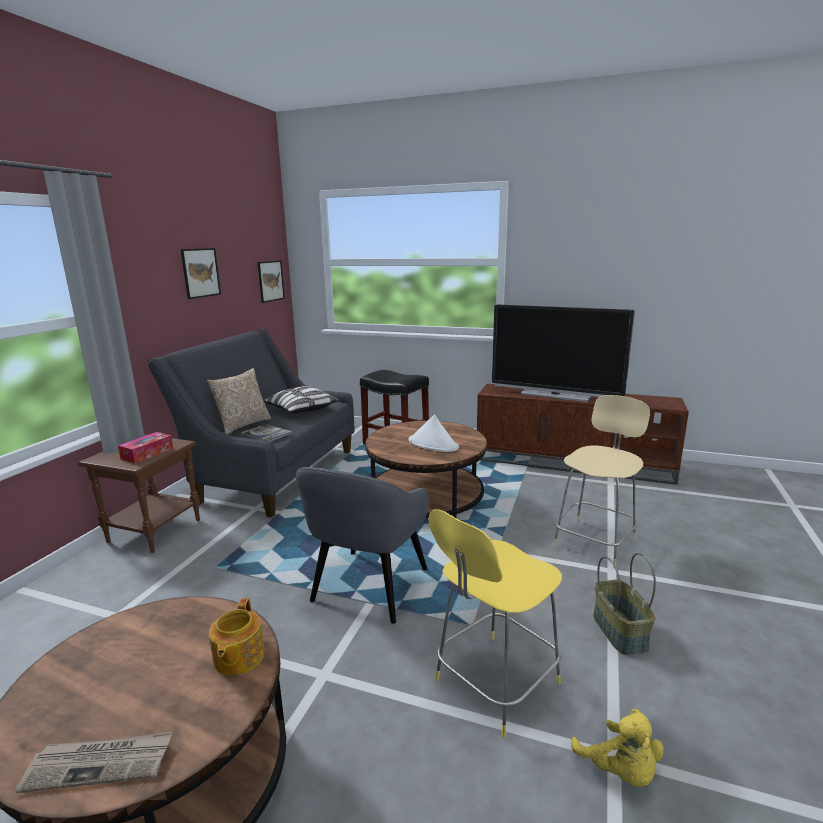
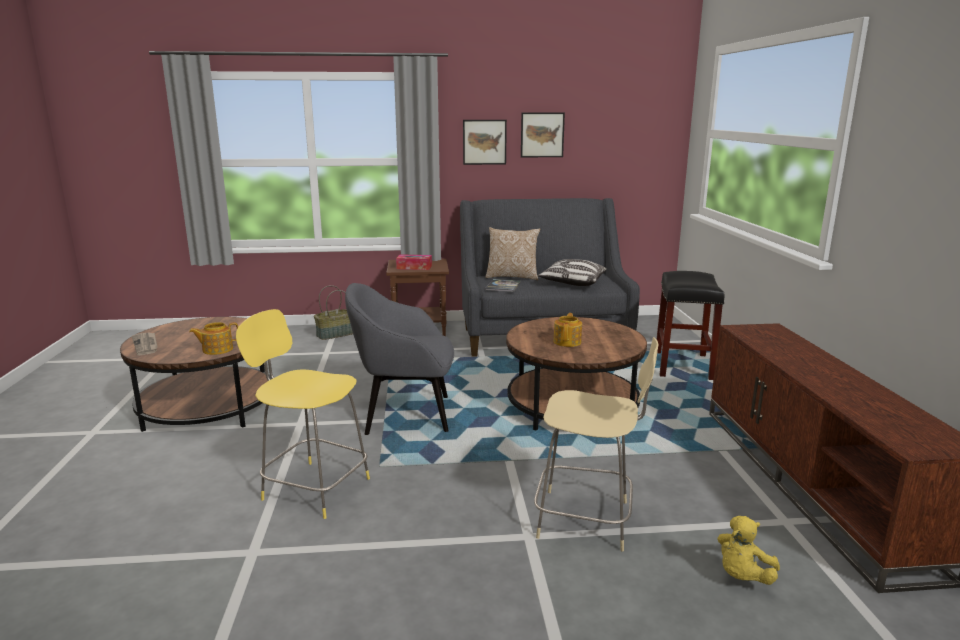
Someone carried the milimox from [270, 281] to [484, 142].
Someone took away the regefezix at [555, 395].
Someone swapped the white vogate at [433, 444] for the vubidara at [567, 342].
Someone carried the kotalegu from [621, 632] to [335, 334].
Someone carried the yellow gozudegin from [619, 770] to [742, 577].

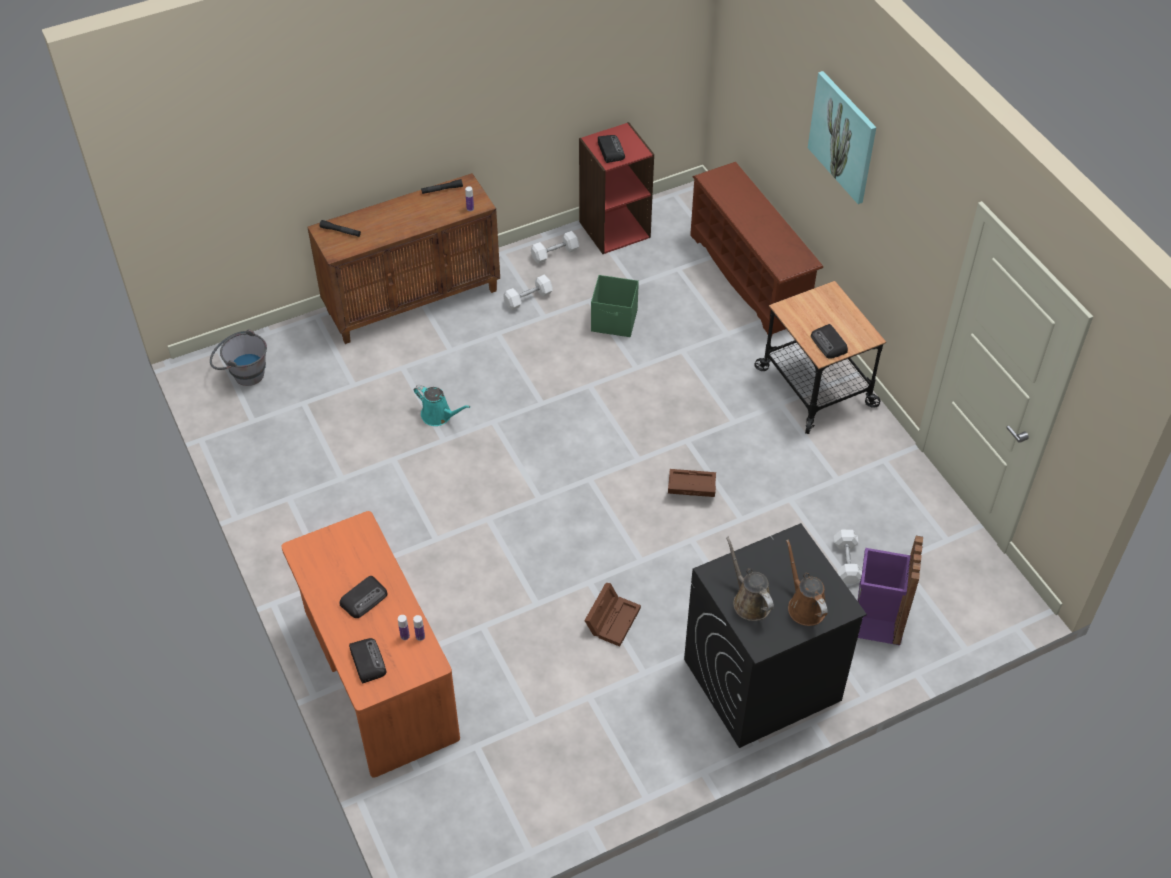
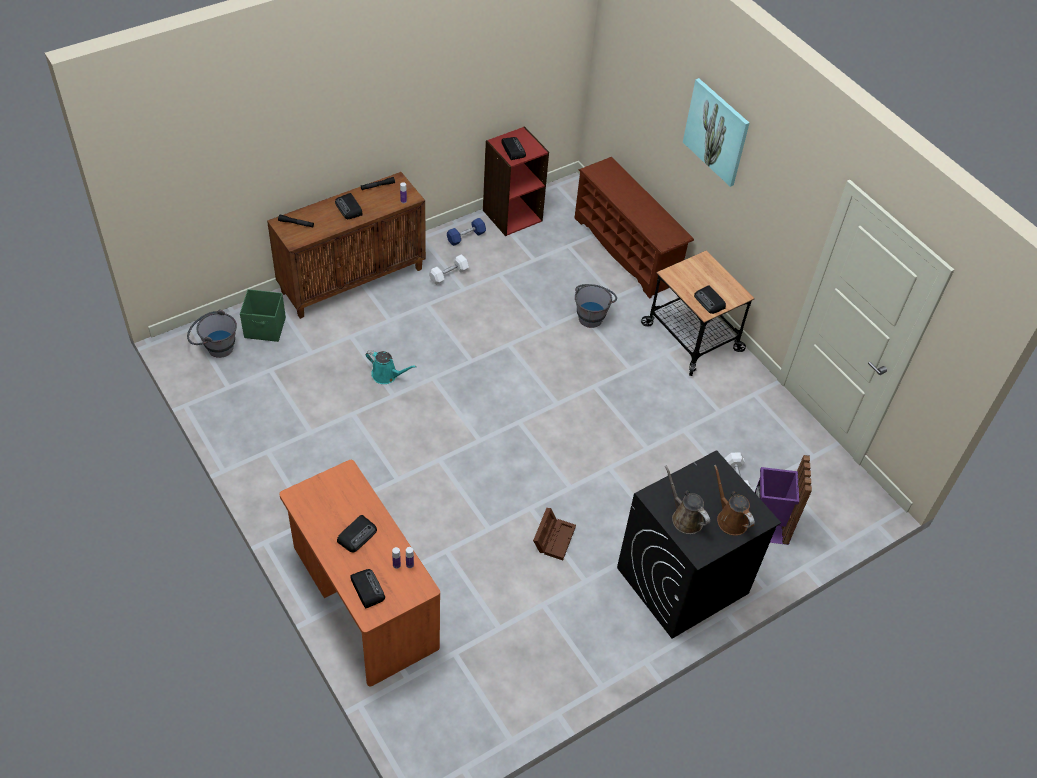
Someone repainted the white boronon at [555, 253], which became the blue boronon at [466, 237].
Someone carried the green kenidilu from [615, 321] to [265, 328].
Someone took away the brown kenidilu at [690, 488].
Someone put down the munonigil at [349, 209].
Someone put down the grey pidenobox at [592, 315].

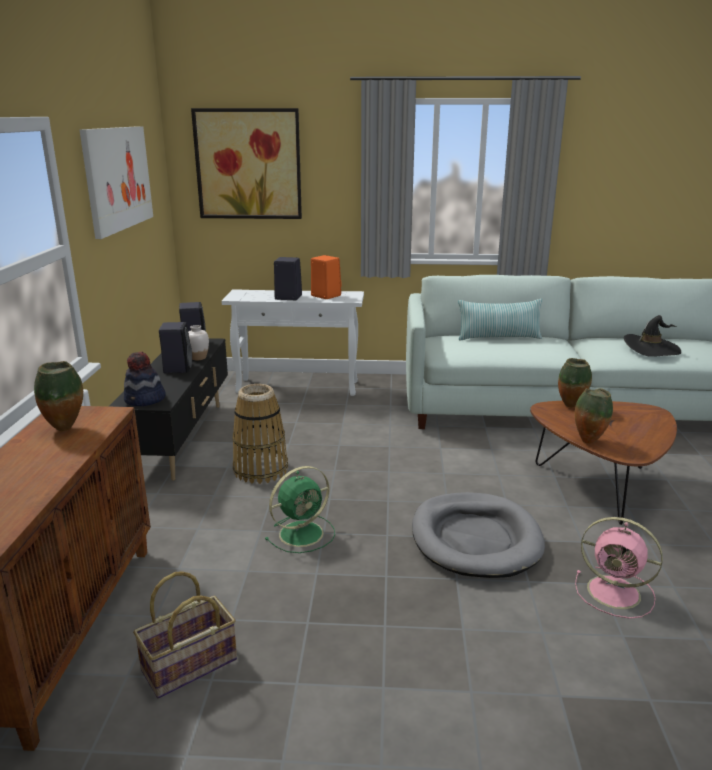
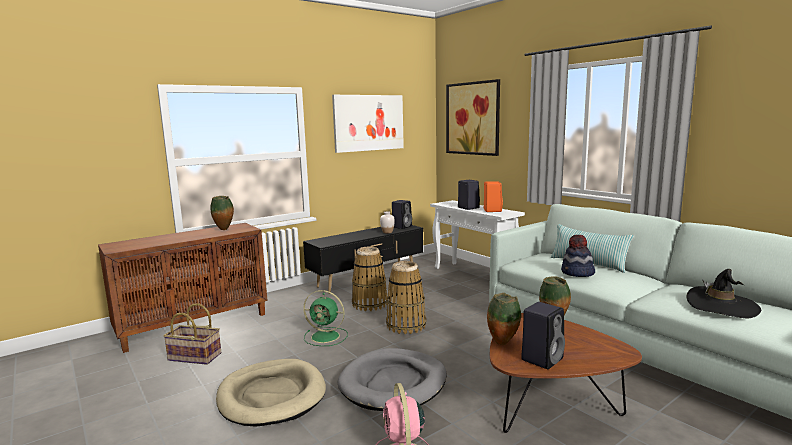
Someone carried the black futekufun from [177, 368] to [542, 359].
Someone carried the vogate from [145, 400] to [577, 273].
Someone put down the kotalegu at [406, 325].
Someone put down the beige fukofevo at [272, 396].

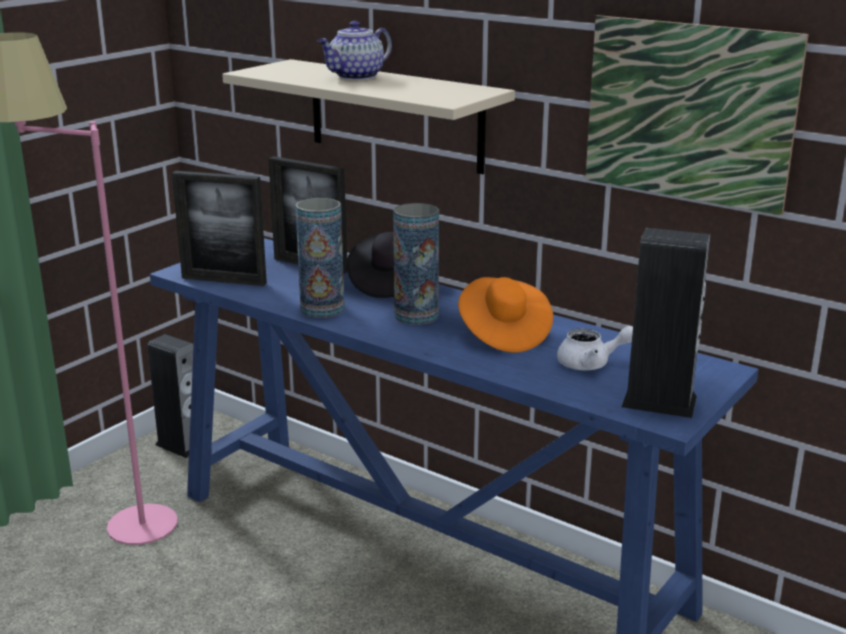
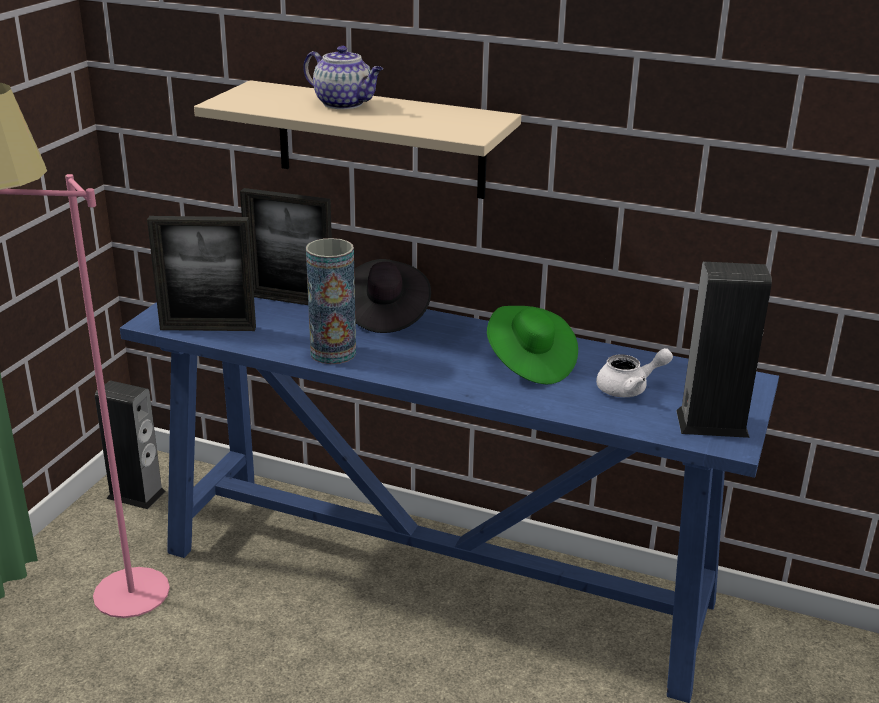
Someone took away the milimox at [688, 112].
Someone rotated the vubidara at [356, 77] by 90 degrees counterclockwise.
Someone took away the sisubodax at [416, 315].
Someone repainted the orange vogate at [503, 334], which became the green vogate at [529, 364].

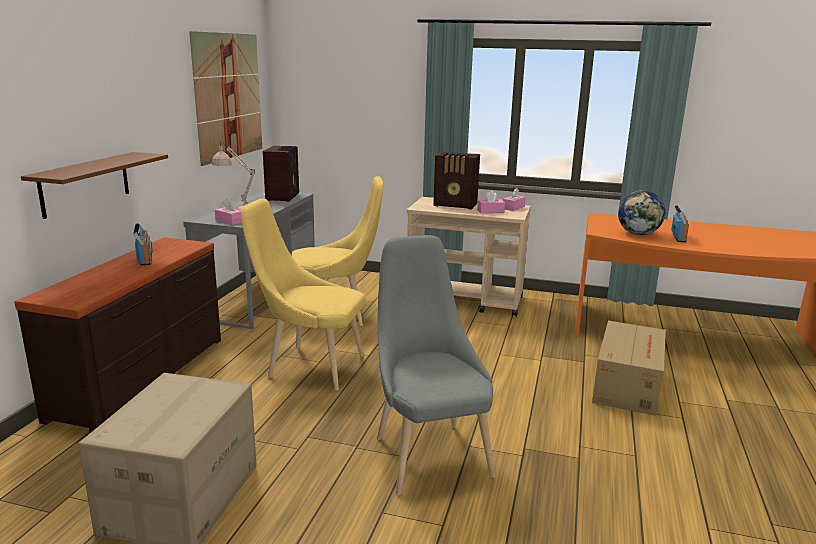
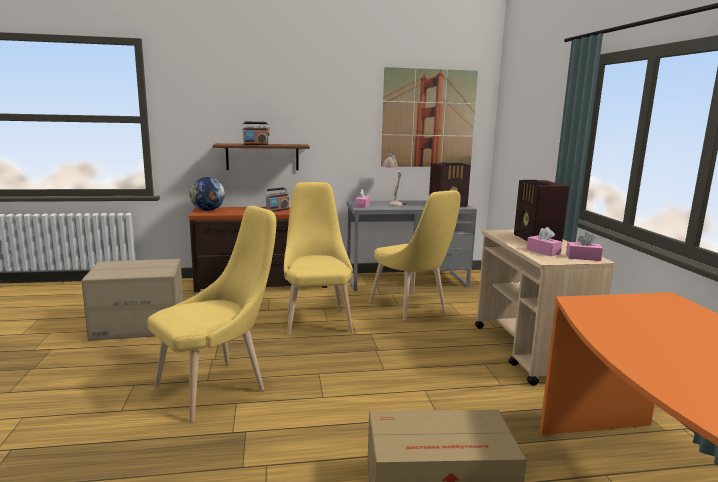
Someone carried the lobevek from [638, 234] to [208, 210].
Someone carried the munonigil from [678, 237] to [256, 144].
Someone repainted the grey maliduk at [428, 452], which became the yellow maliduk at [218, 386].

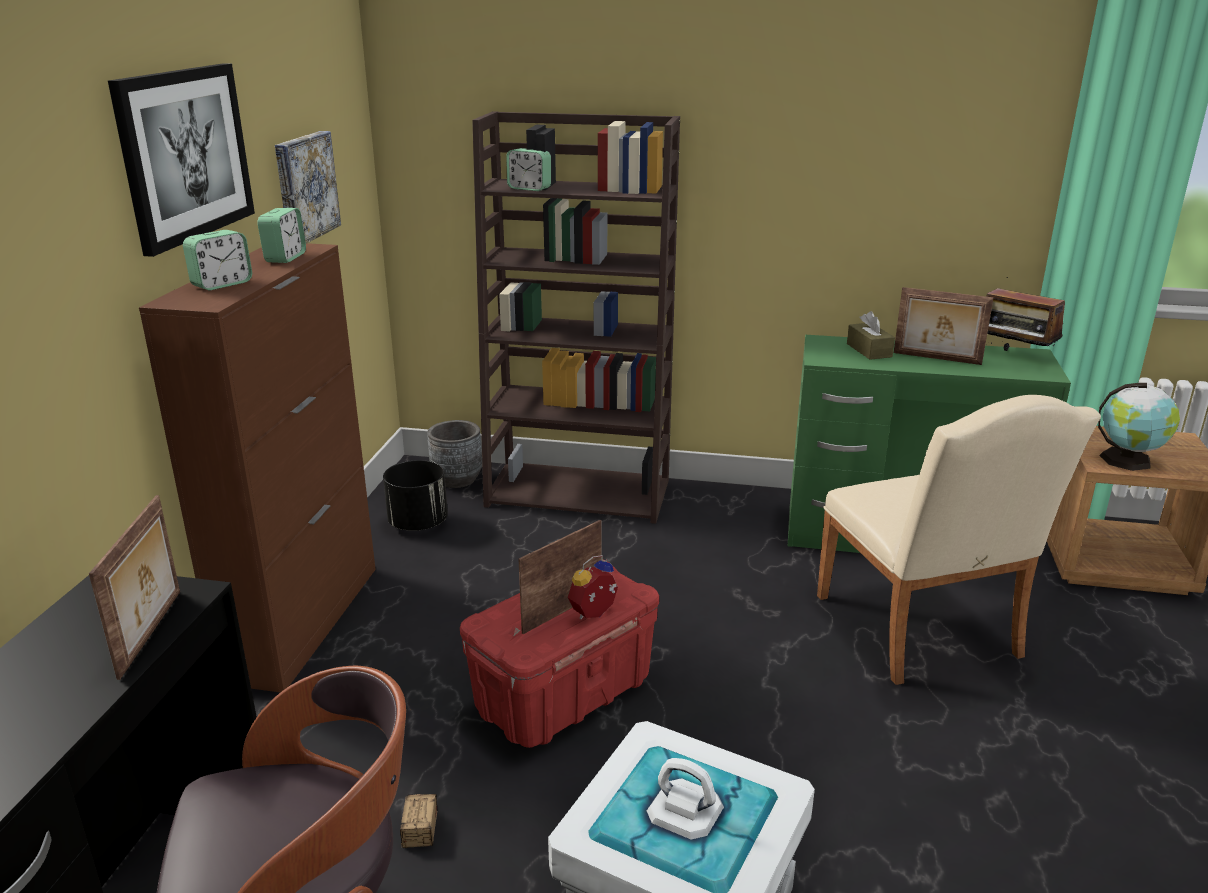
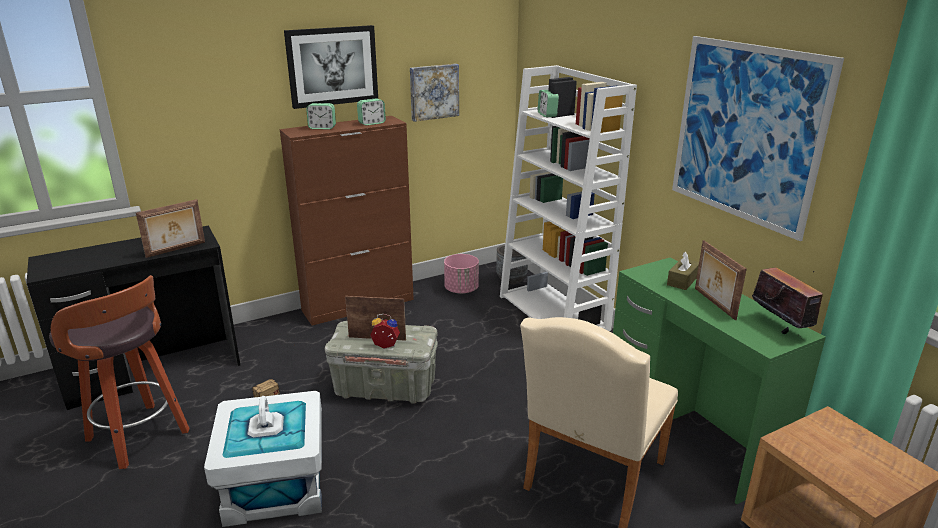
Someone repainted the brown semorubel at [580, 493], which became the white semorubel at [554, 313].
Someone rotated the munonigil at [1015, 356] by 150 degrees clockwise.
Someone took away the lobevek at [1129, 460].
Someone repainted the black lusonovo at [418, 523], which became the pink lusonovo at [461, 290].
Someone repainted the red kenidilu at [563, 696], which became the grey kenidilu at [384, 388].
Someone put up the milimox at [746, 133].

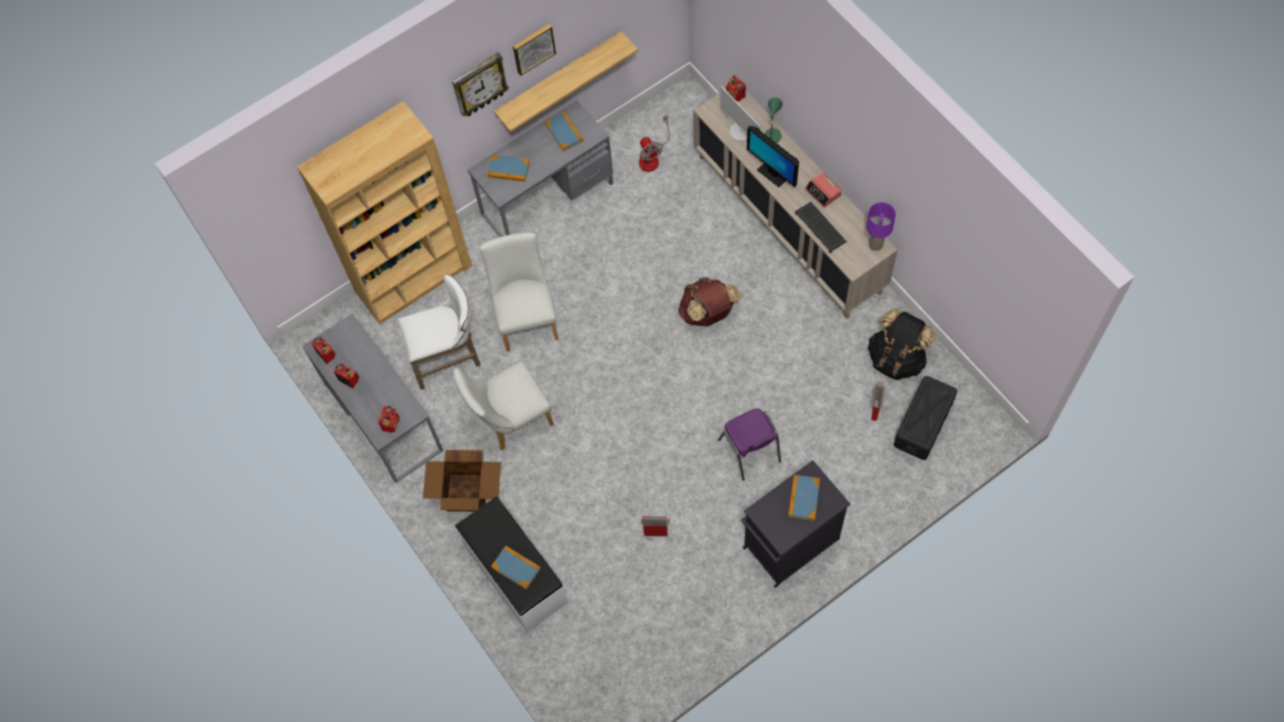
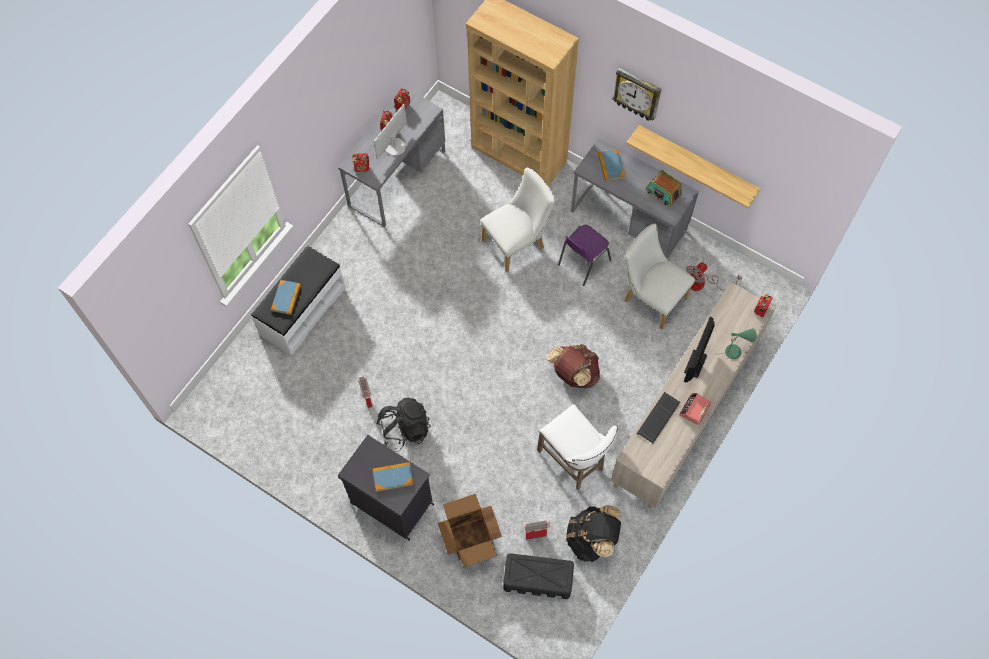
Someone took away the milimox at [533, 48].
Someone carried the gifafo from [741, 131] to [394, 146].
Someone swapped the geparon at [564, 132] for the munonigil at [663, 193].
Someone took away the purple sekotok at [875, 244].
Someone carried the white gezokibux from [449, 359] to [574, 462].
Someone carried the white maliduk from [510, 420] to [651, 297].
Someone carried the purple maliduk from [750, 452] to [582, 263].
Someone carried the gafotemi from [468, 493] to [470, 539].
Someone put down the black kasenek at [404, 430].

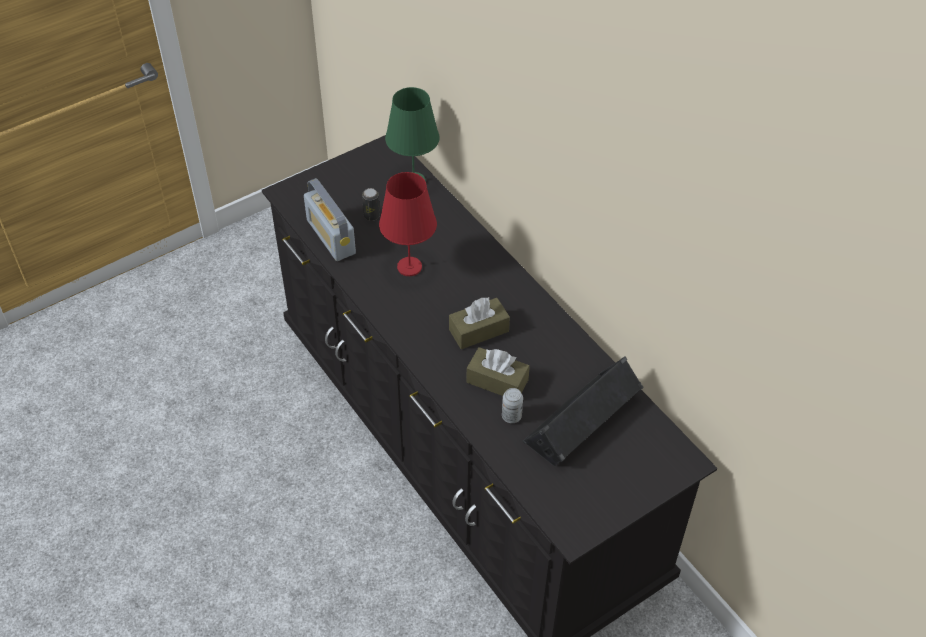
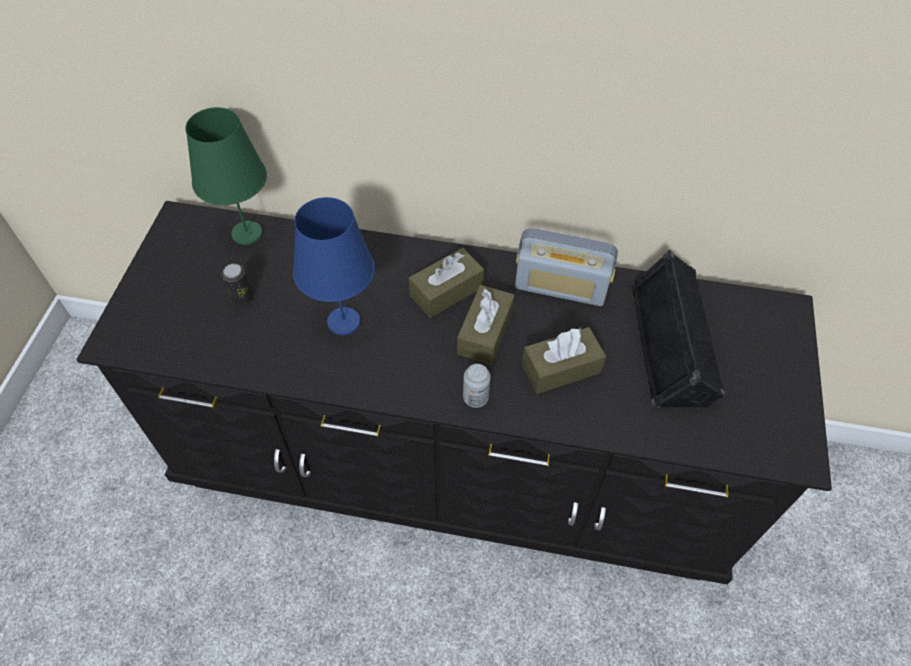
Someone repainted the red sekotok at [409, 266], which became the blue sekotok at [343, 321].
Someone carried the munonigil from [331, 237] to [560, 287].
Someone carried the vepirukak from [511, 416] to [475, 398].
Someone put down the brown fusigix at [446, 291].

